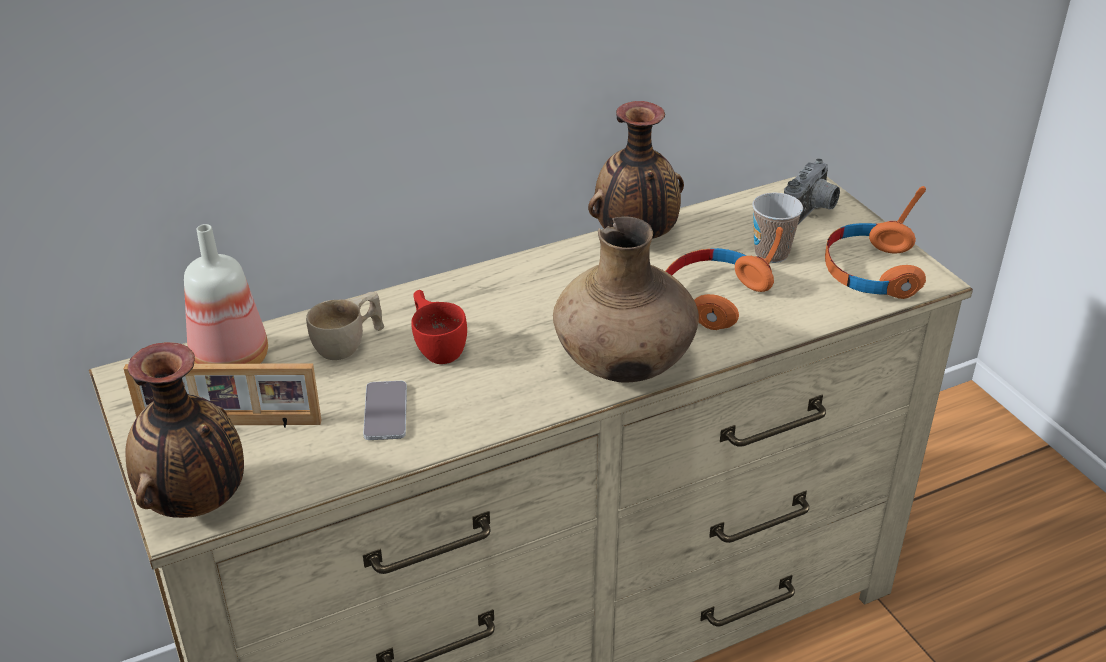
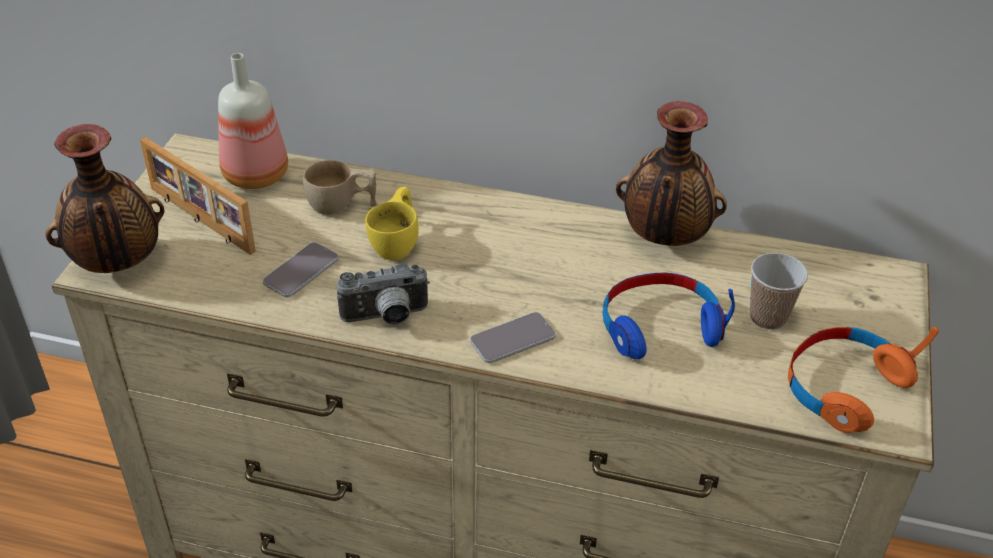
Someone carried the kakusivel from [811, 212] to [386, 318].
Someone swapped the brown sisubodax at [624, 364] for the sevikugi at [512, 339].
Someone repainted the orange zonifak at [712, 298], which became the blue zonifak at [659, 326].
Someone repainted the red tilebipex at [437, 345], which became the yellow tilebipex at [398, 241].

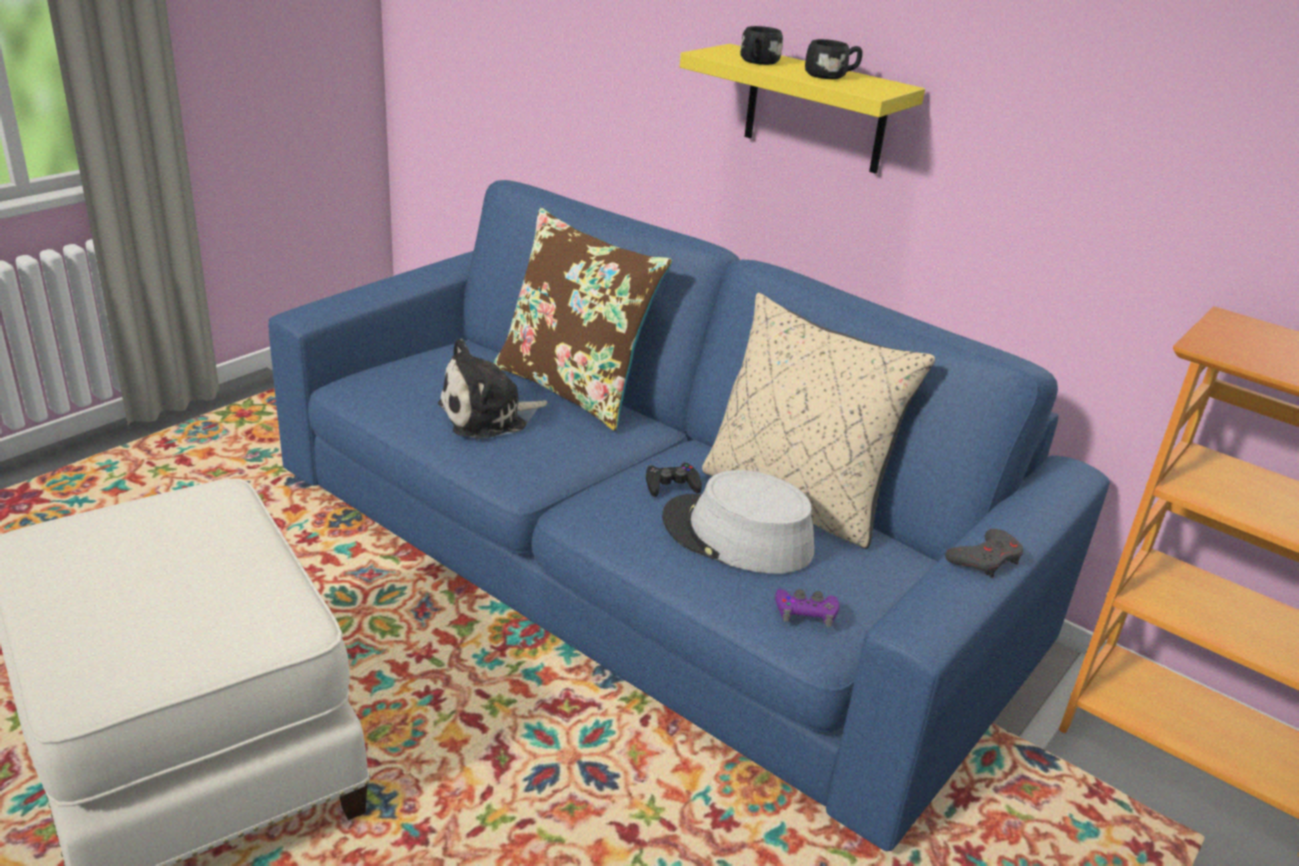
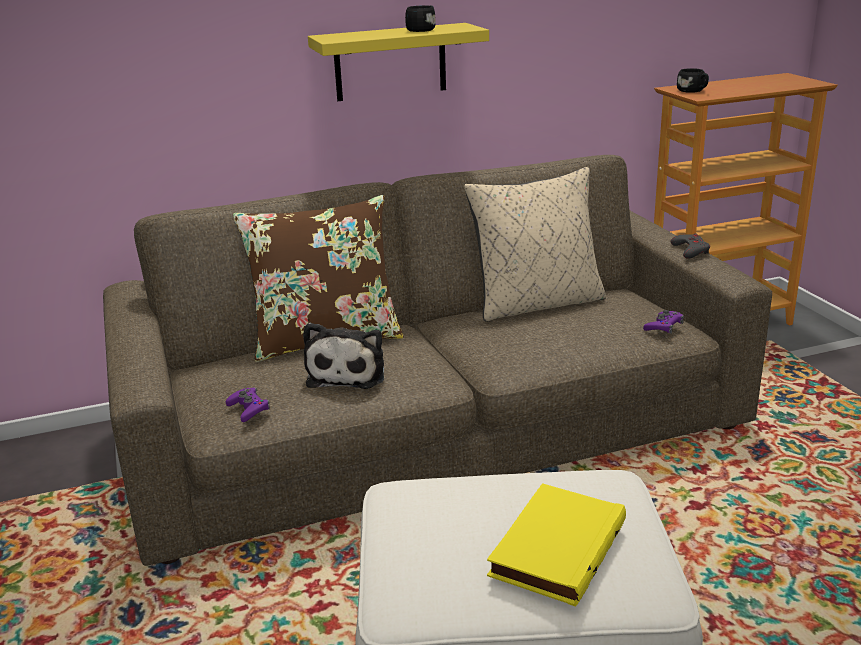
Someone carried the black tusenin from [757, 62] to [693, 91].
Someone repainted the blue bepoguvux at [639, 559], which became the brown bepoguvux at [434, 427].
Someone took away the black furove at [671, 485].
Someone took away the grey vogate at [736, 536].
Someone put down the purple furove at [248, 409].
Someone put down the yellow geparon at [555, 547].

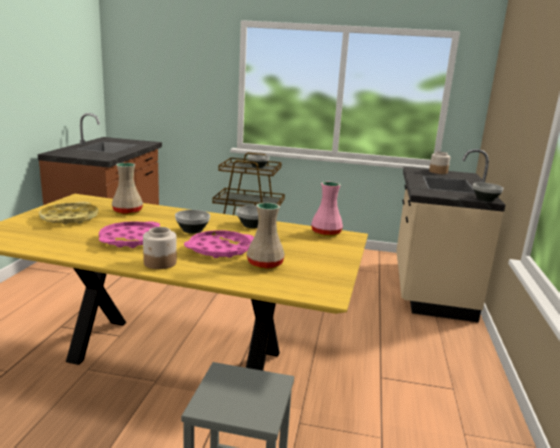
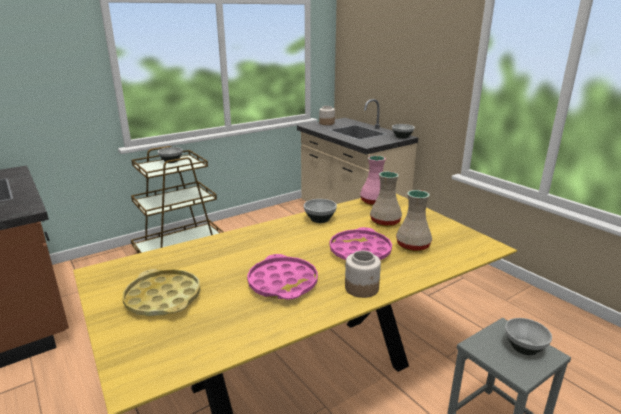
Someone carried the beige sisubodax from [128, 212] to [385, 222].
Someone carried the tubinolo from [193, 230] to [525, 347].

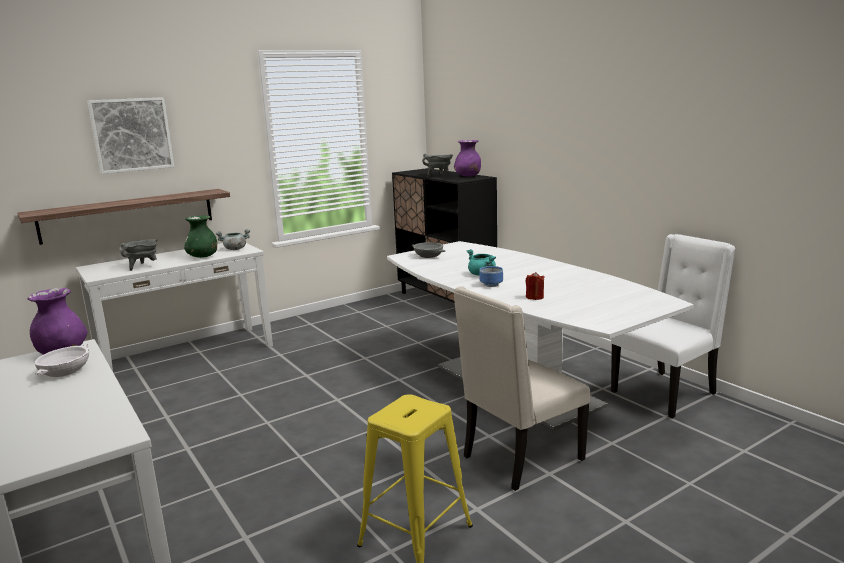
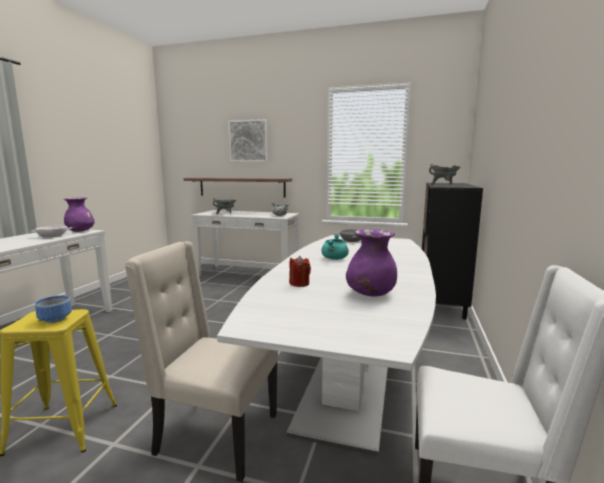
Someone carried the purple sisubodax from [468, 176] to [370, 294].
Someone took away the green sisubodax at [203, 257].
Someone carried the tubinolo from [490, 284] to [56, 319].

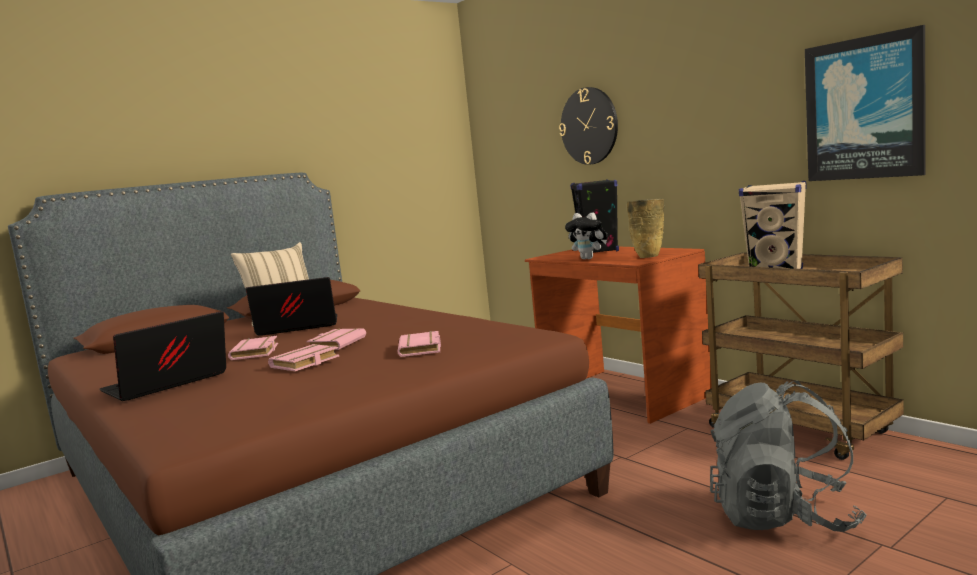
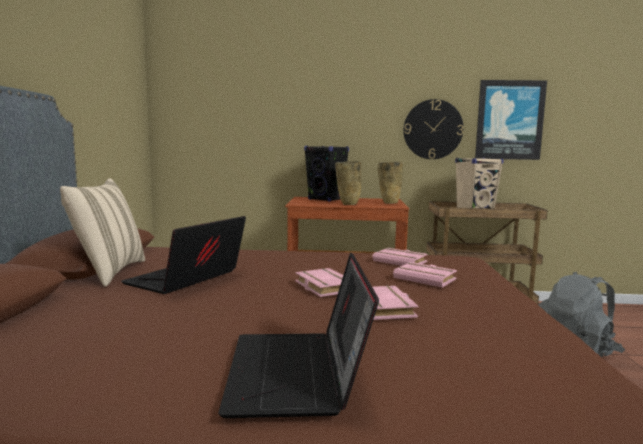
Someone carried the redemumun from [589, 126] to [433, 129].
Someone swapped the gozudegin at [589, 258] for the beige sisubodax at [347, 204].
Someone carried the pink geparon from [256, 352] to [401, 261].

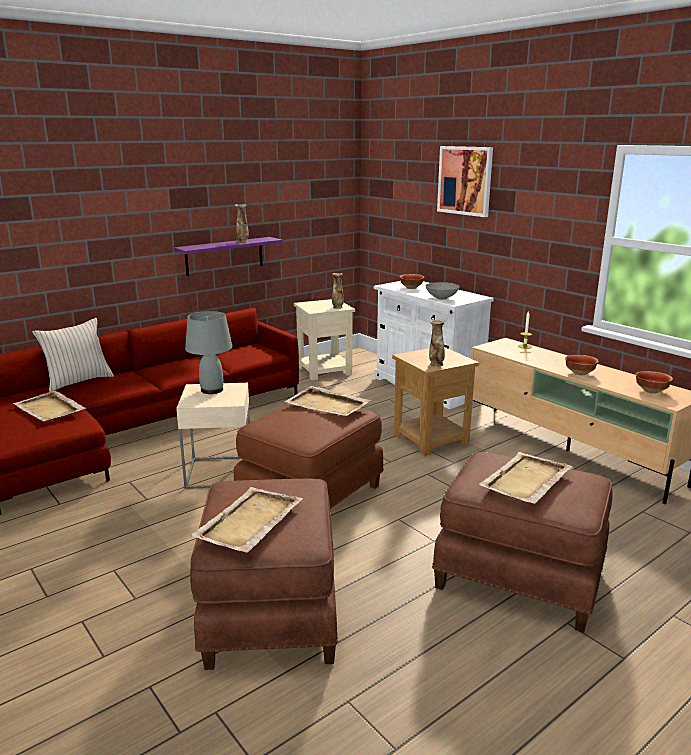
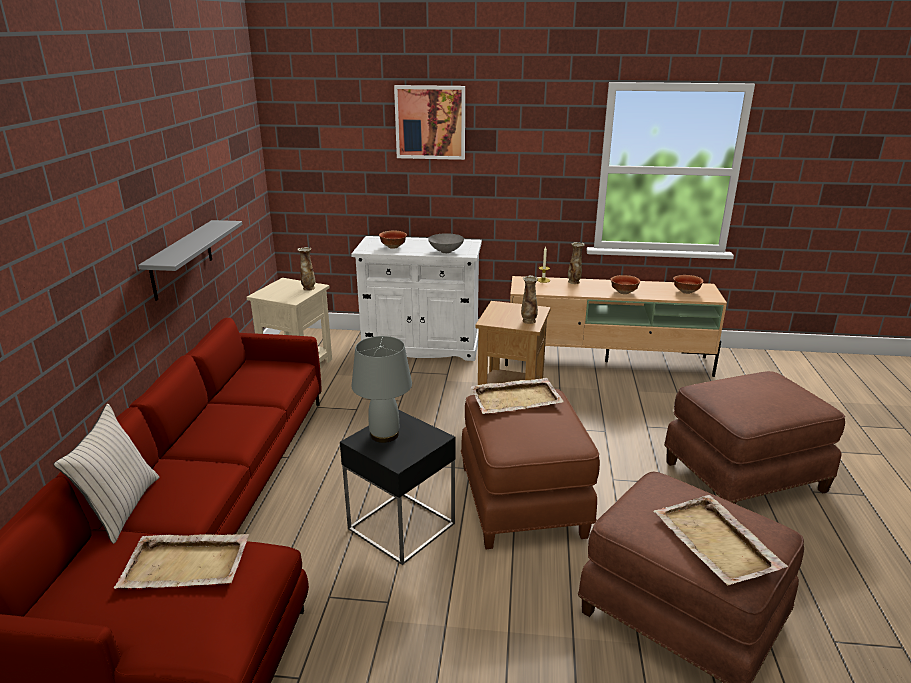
Someone carried the sisubodax from [242, 242] to [574, 282].
Someone repainted the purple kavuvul at [224, 256], which became the grey kavuvul at [181, 259].
Someone repainted the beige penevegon at [219, 472], which became the black penevegon at [401, 526].
Someone took away the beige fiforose at [525, 480].

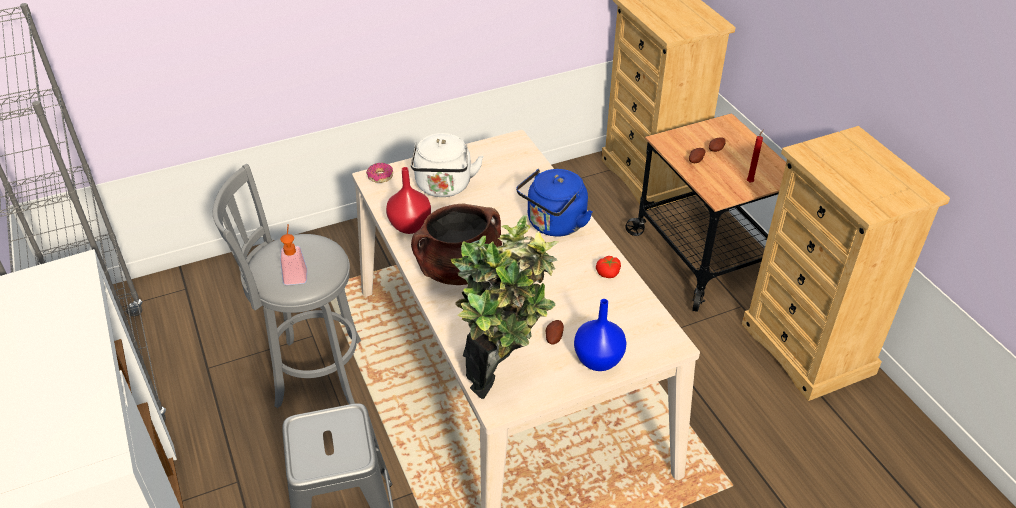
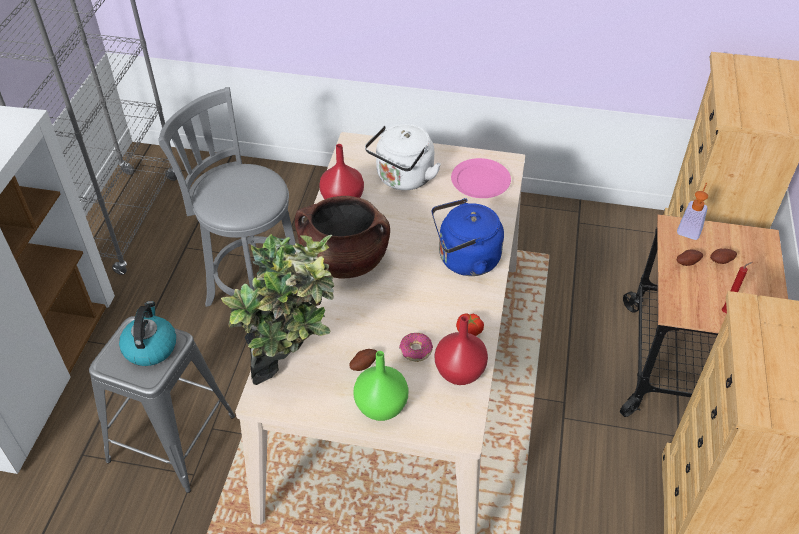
Someone carried the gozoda from [380, 176] to [415, 350].
Someone carried the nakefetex from [295, 273] to [690, 228].
Someone repainted the blue sisubodax at [598, 361], which became the green sisubodax at [380, 408].
Someone put down the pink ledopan at [481, 181].
Someone put down the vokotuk at [150, 347].
Someone put down the red sisubodax at [460, 372].

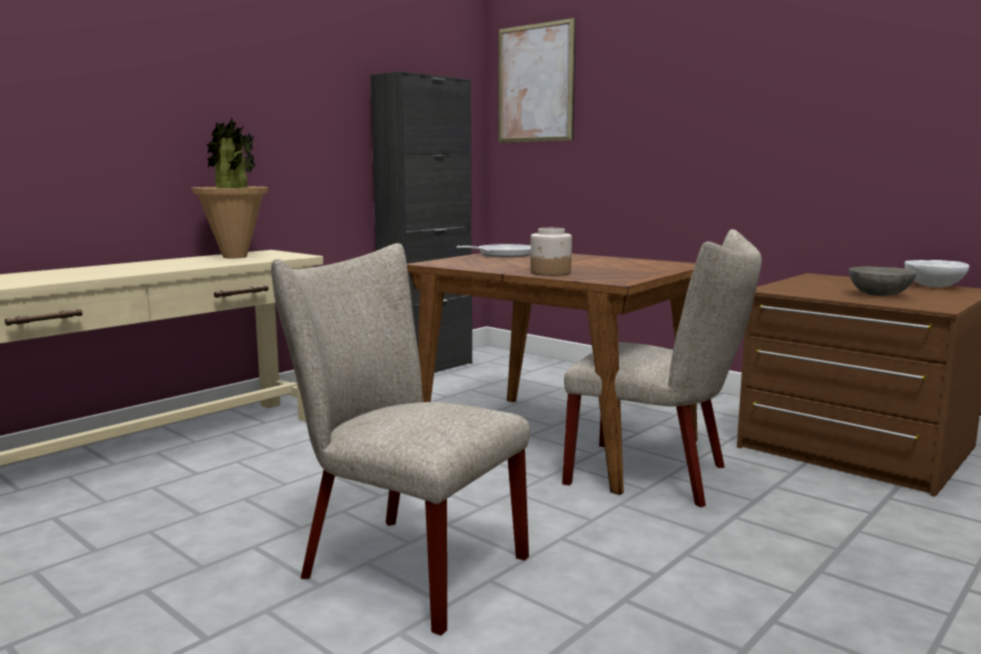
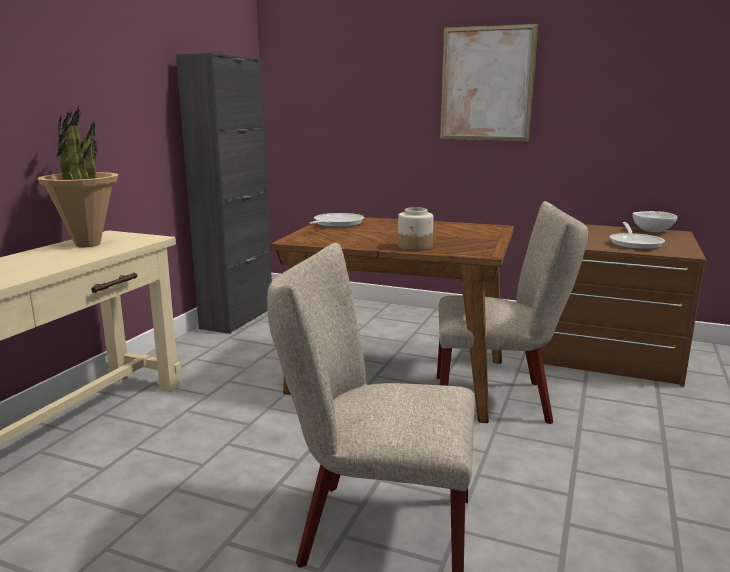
Someone carried the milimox from [535, 83] to [487, 84].
Someone swapped the grey tubinolo at [880, 295] for the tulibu at [635, 243].

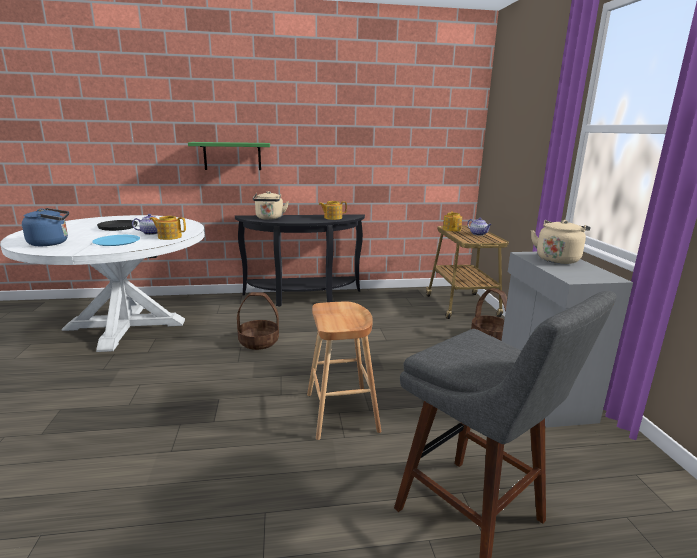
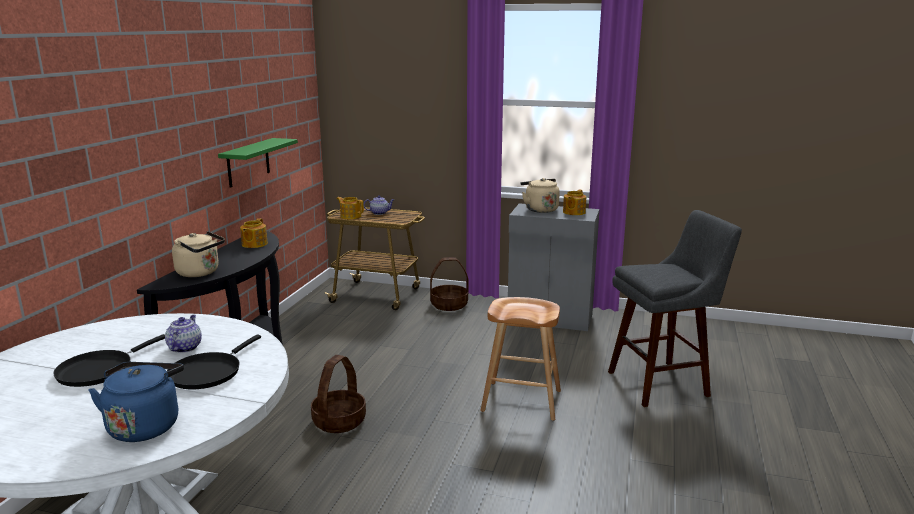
Someone carried the green kavuvul from [232, 156] to [248, 162].
Someone carried the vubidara from [169, 237] to [573, 212].
Someone swapped the blue ledopan at [117, 241] for the black tulibu at [208, 372].

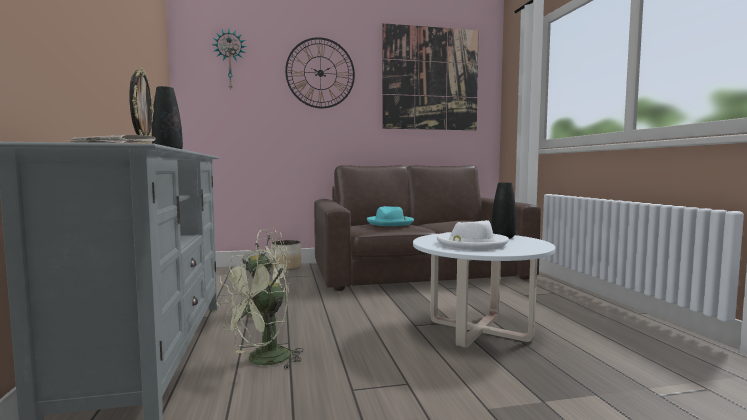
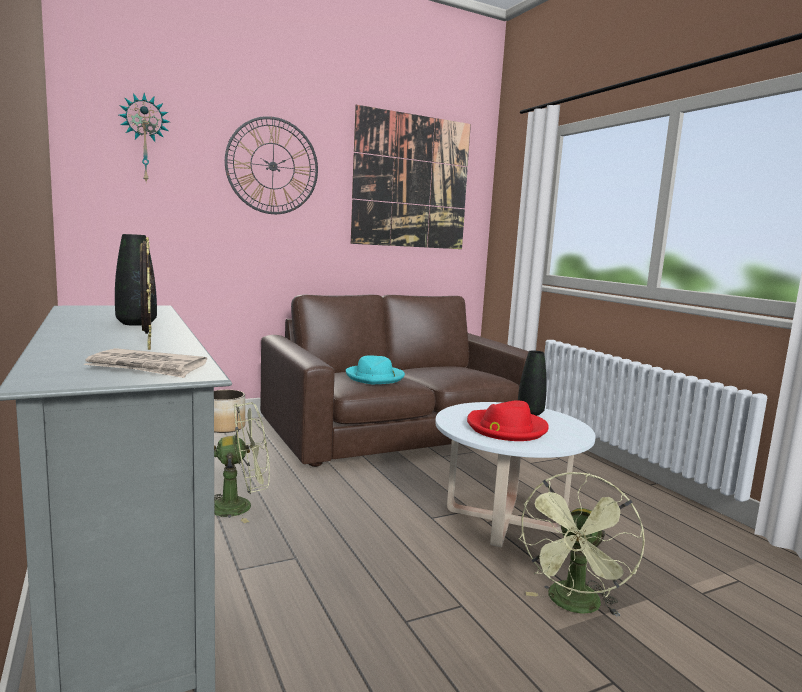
Someone repainted the white vogate at [471, 244], which became the red vogate at [506, 428].
Someone carried the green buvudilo from [262, 361] to [574, 606].

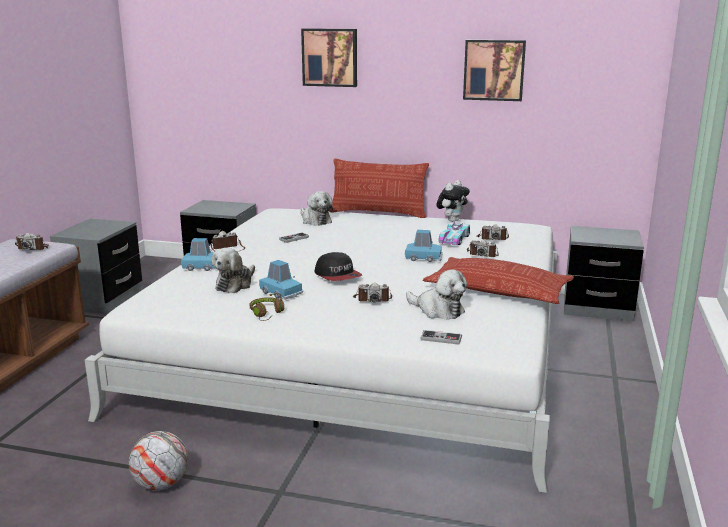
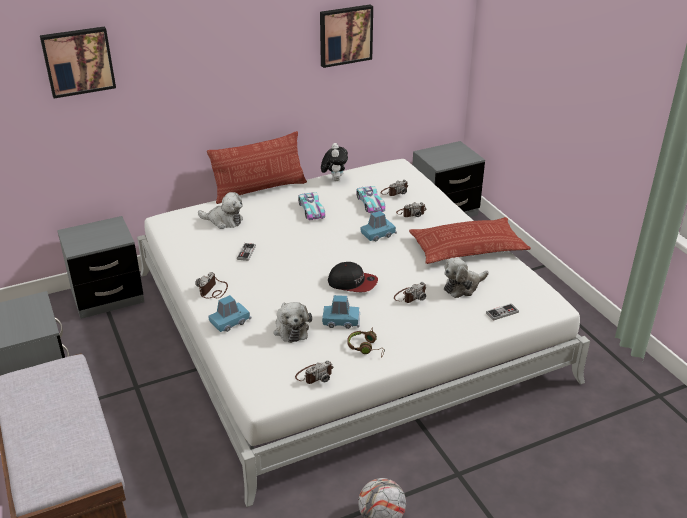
Someone carried the milimox from [330, 57] to [78, 61].
Someone carried the kakusivel from [33, 248] to [314, 375].
Someone rotated the gozudegin at [438, 310] by 150 degrees clockwise.
Someone put down the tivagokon at [311, 210].

